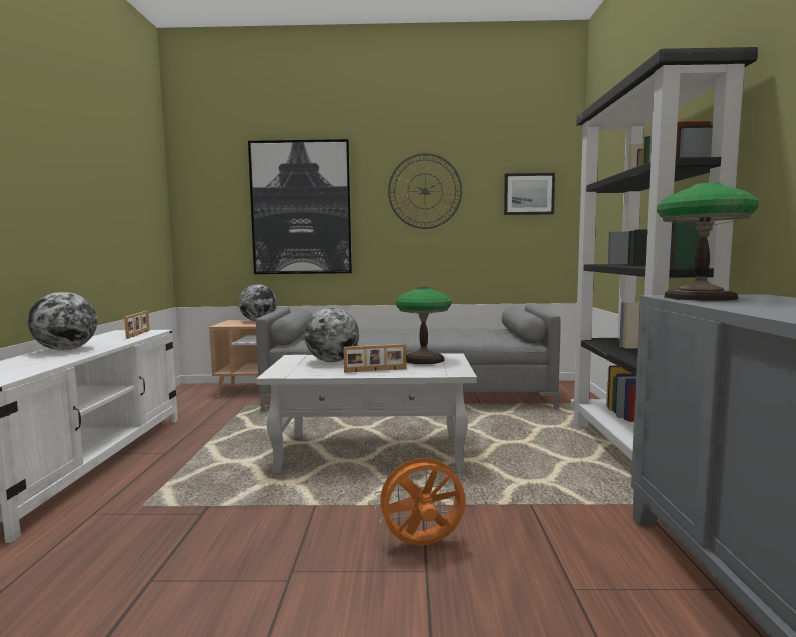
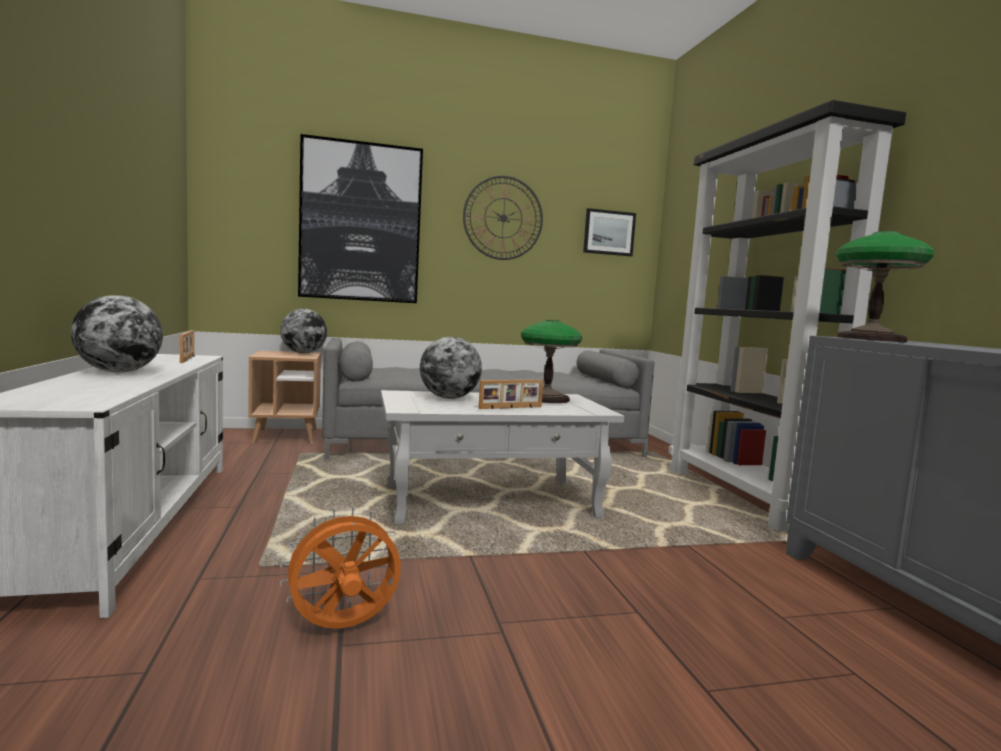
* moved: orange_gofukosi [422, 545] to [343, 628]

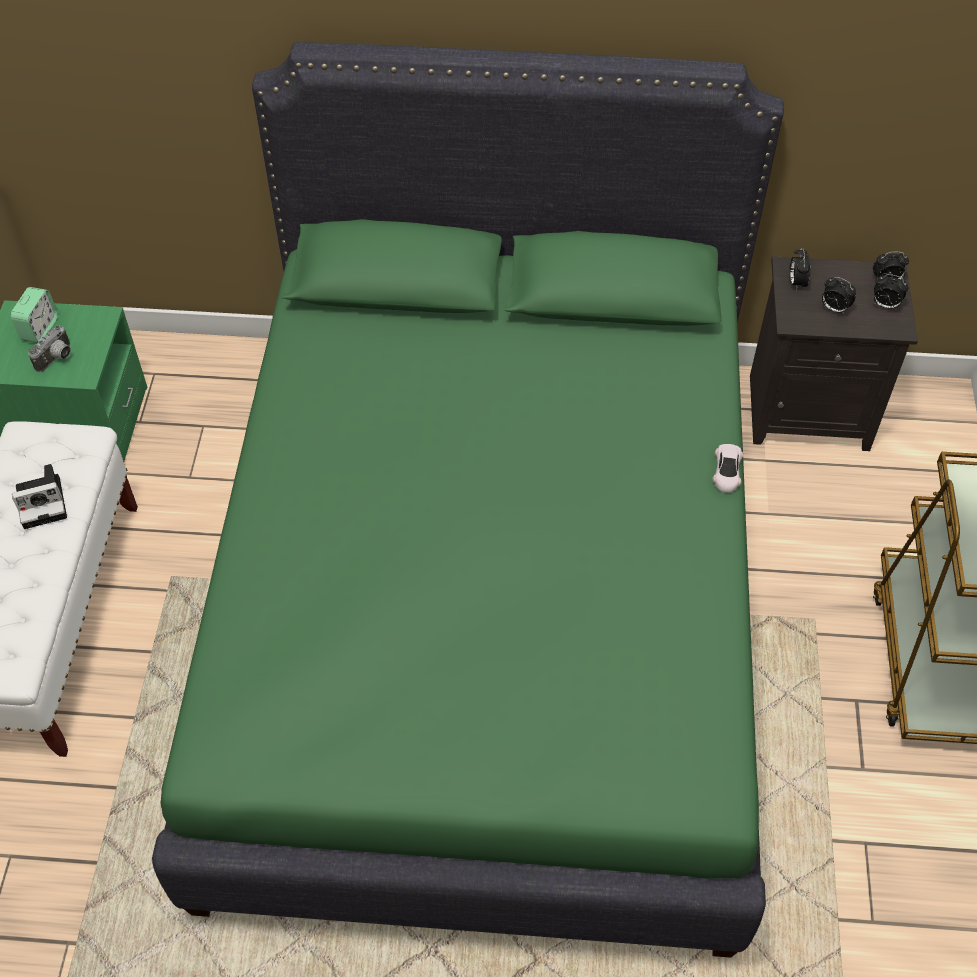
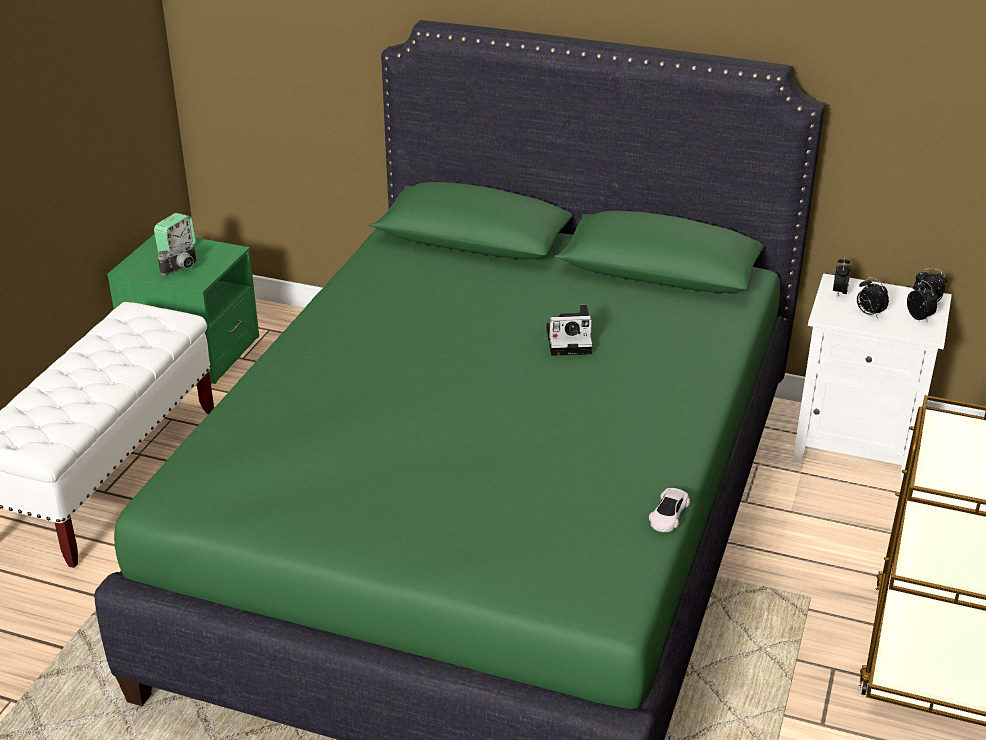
* moved: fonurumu [44, 501] to [571, 340]
* moved: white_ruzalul [727, 471] to [668, 514]
* recoloured: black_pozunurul [810, 410] to white_pozunurul [858, 444]
* turned: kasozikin [884, 305] = [919, 318] 150 degrees counterclockwise

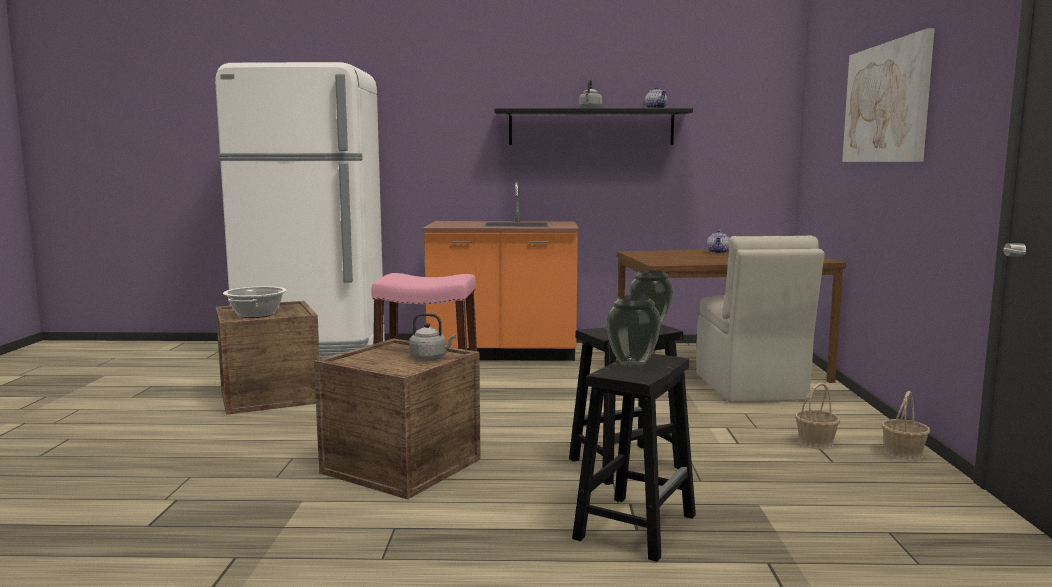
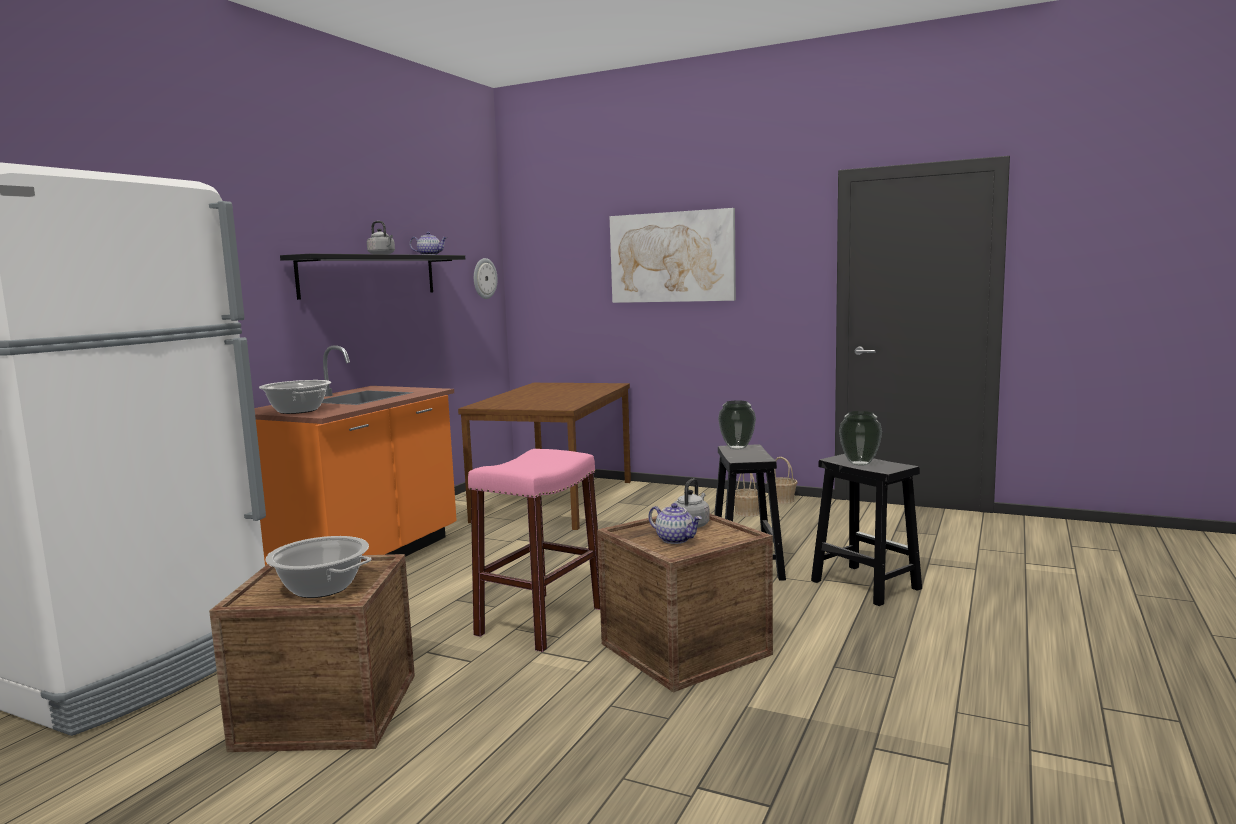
* removed: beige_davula [750, 388]
* moved: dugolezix [718, 252] to [675, 539]
* added: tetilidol [298, 410]
* added: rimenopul [484, 278]

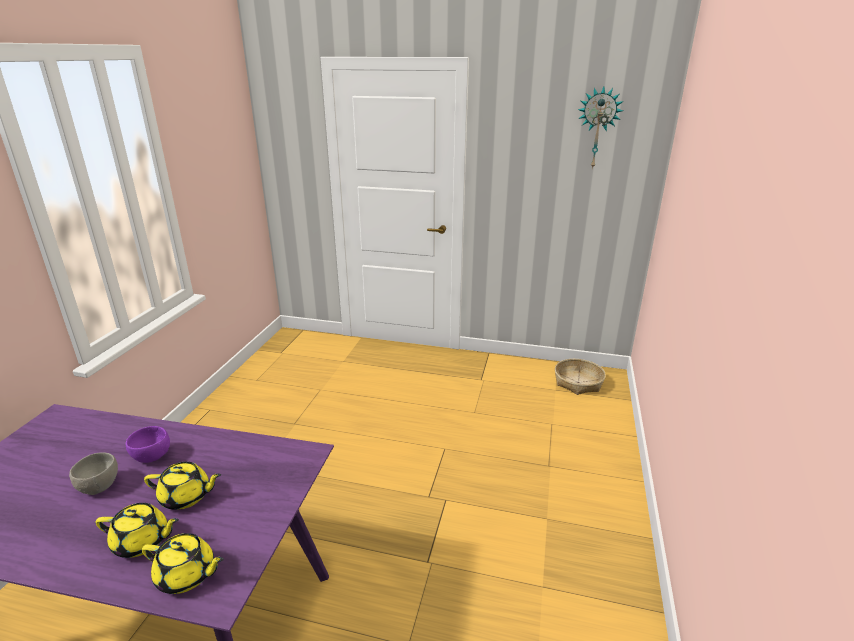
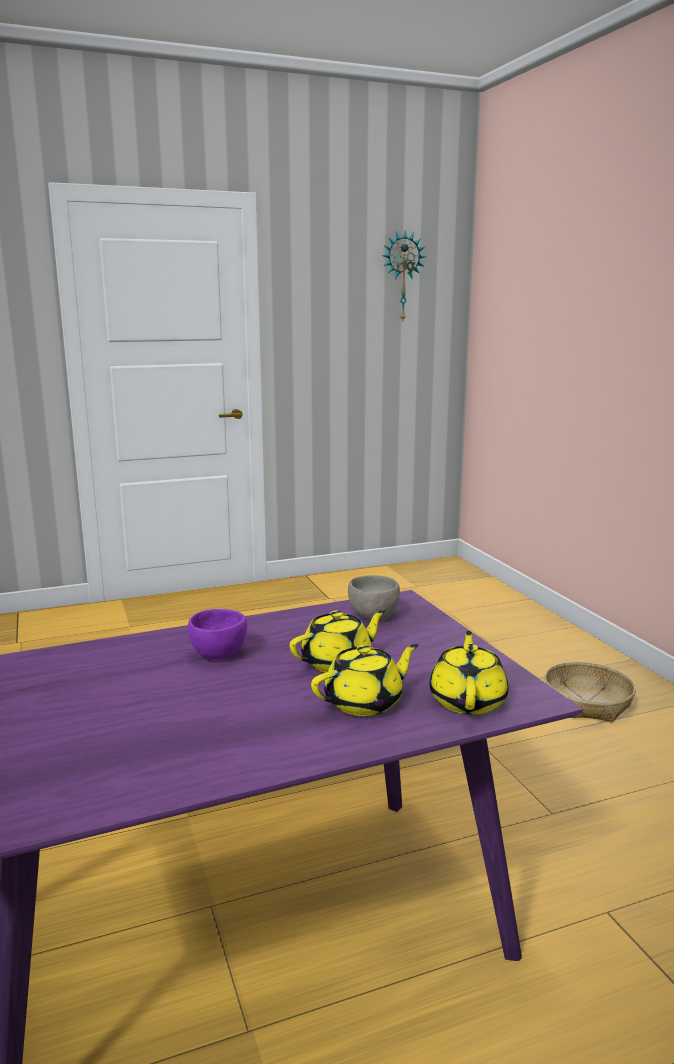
* moved: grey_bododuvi [98, 486] to [372, 616]
* turned: yellow_dugolezix [187, 575] = [468, 700] 60 degrees counterclockwise
* moved: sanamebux [578, 382] to [587, 703]

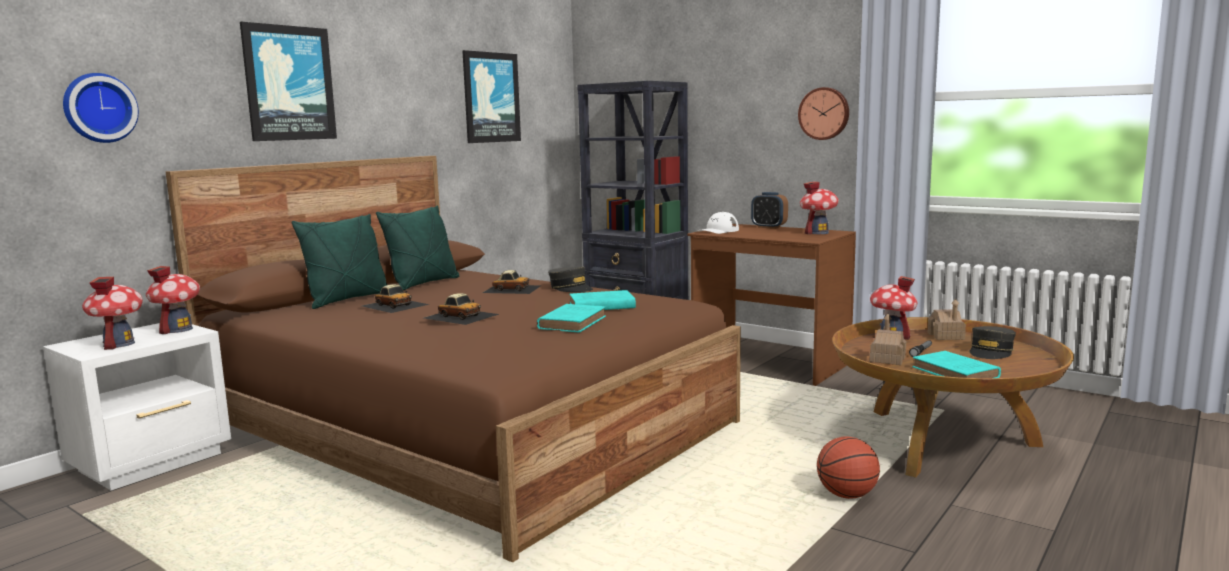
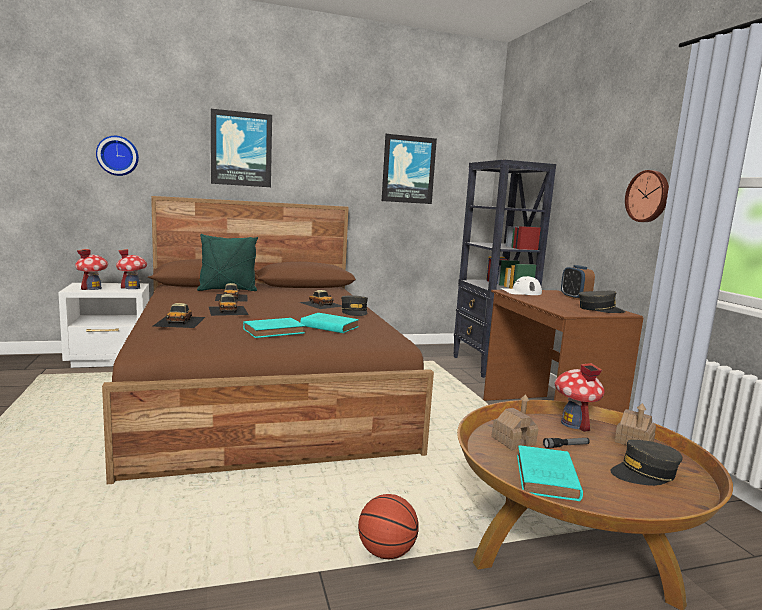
* removed: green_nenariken [423, 284]
* replaced: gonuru [818, 232] to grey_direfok [600, 309]
* added: ruzalul [180, 321]

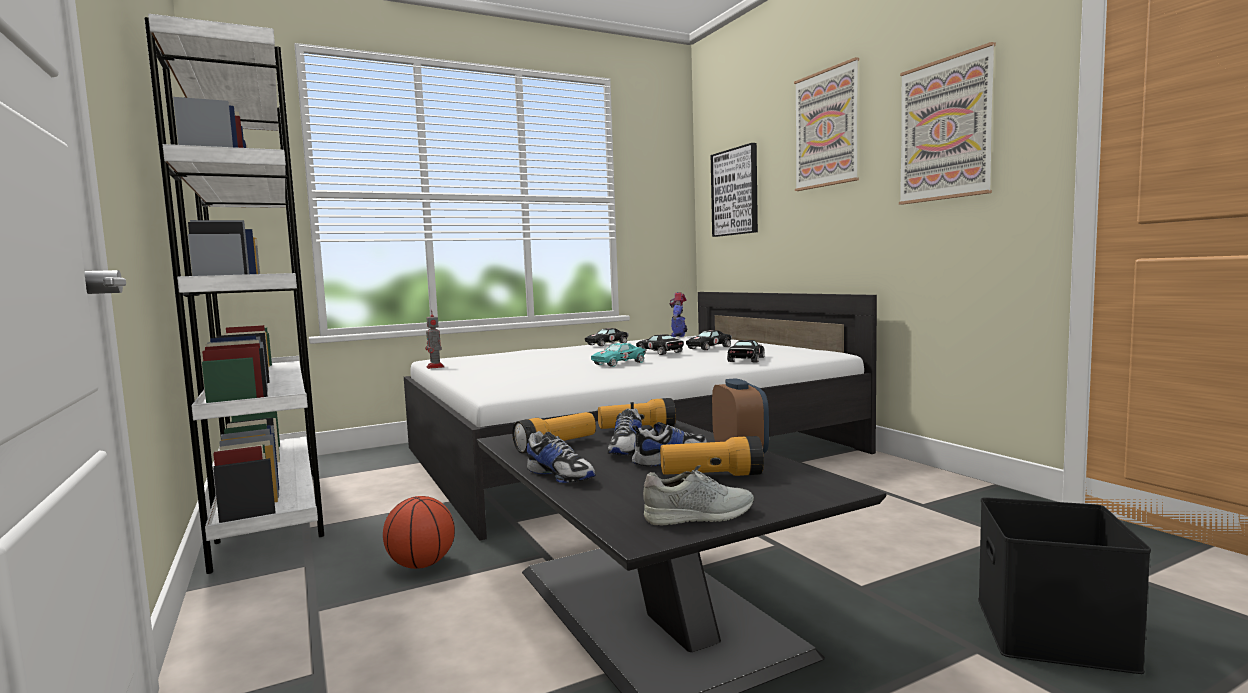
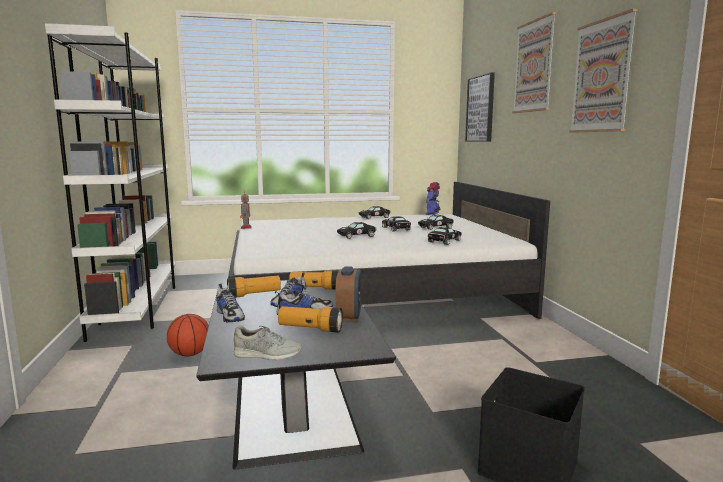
* recoloured: turquoise_ruzalul [620, 363] to black_ruzalul [358, 236]

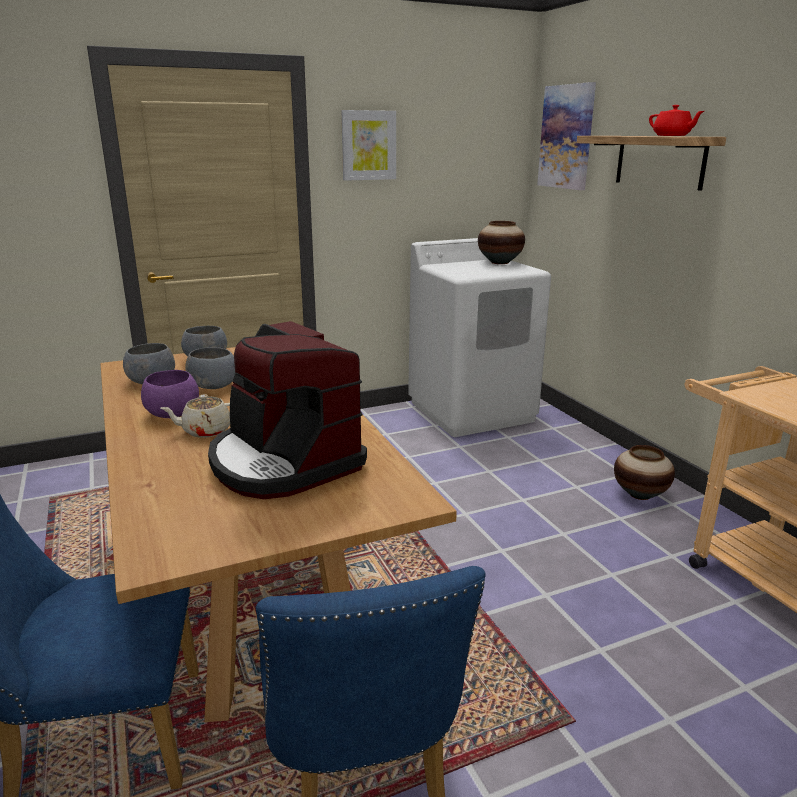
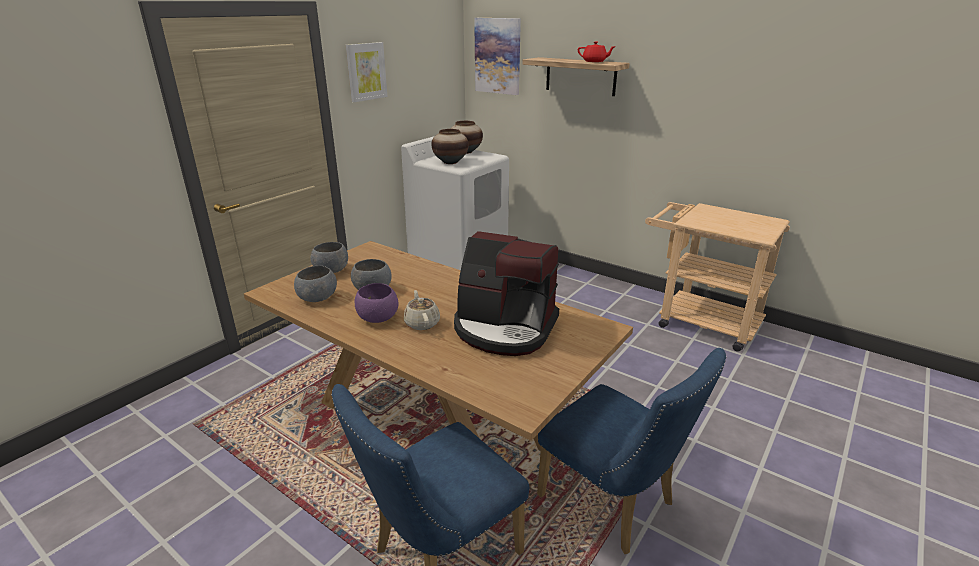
* turned: beige_dugolezix [205, 431] = [422, 323] 120 degrees clockwise
* moved: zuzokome [640, 494] to [450, 162]

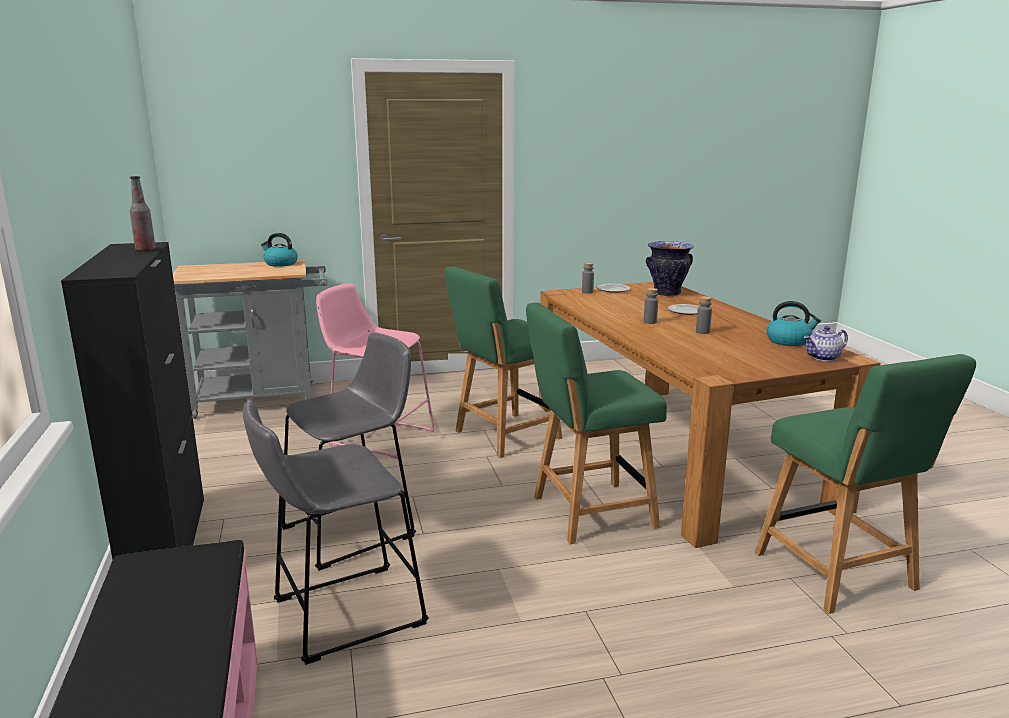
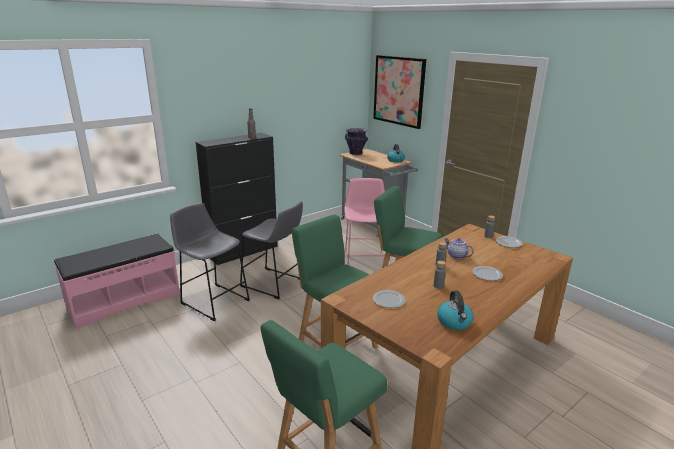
* moved: zuzokome [667, 293] to [355, 153]
* moved: dugolezix [823, 358] to [456, 256]
* added: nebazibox [398, 91]
* added: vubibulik [389, 300]

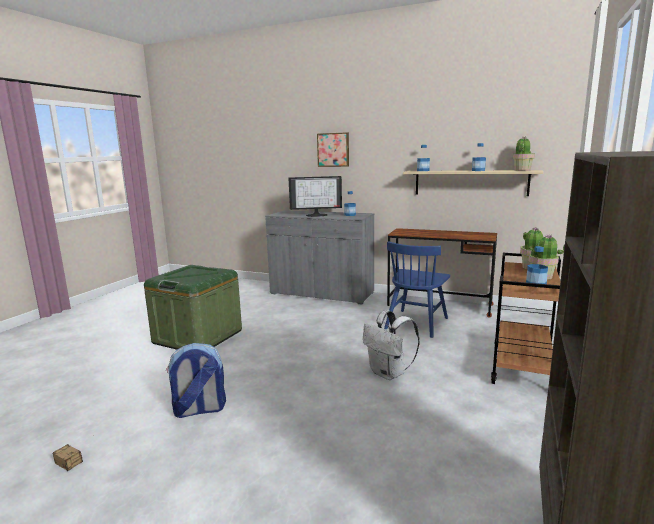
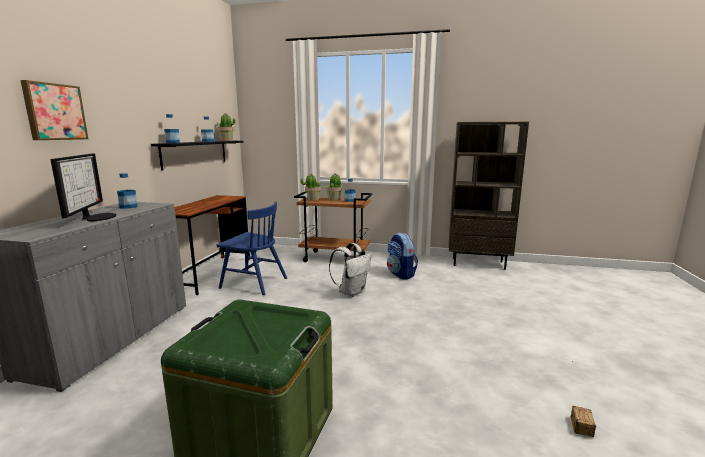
* moved: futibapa [199, 410] to [401, 274]
* recoloured: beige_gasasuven [470, 182] to black_gasasuven [195, 153]

